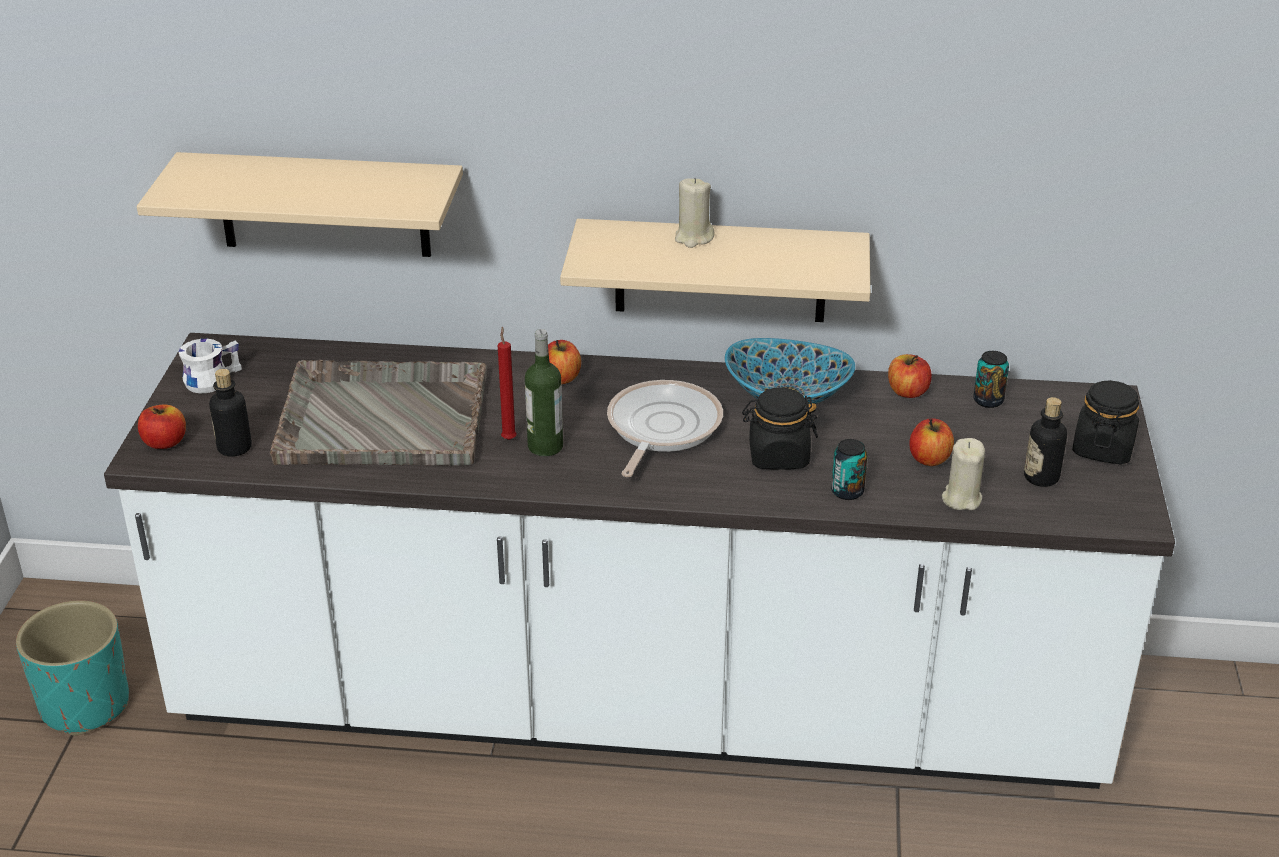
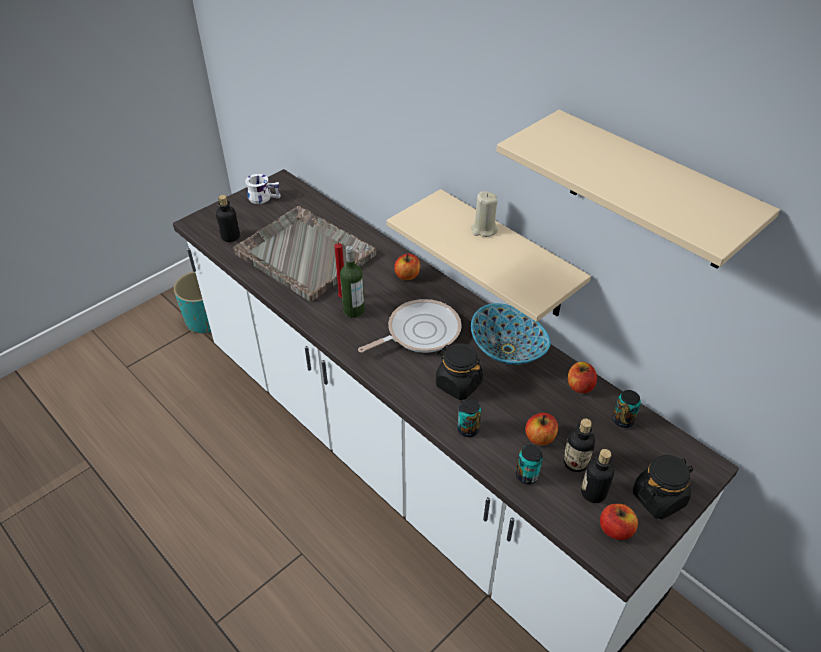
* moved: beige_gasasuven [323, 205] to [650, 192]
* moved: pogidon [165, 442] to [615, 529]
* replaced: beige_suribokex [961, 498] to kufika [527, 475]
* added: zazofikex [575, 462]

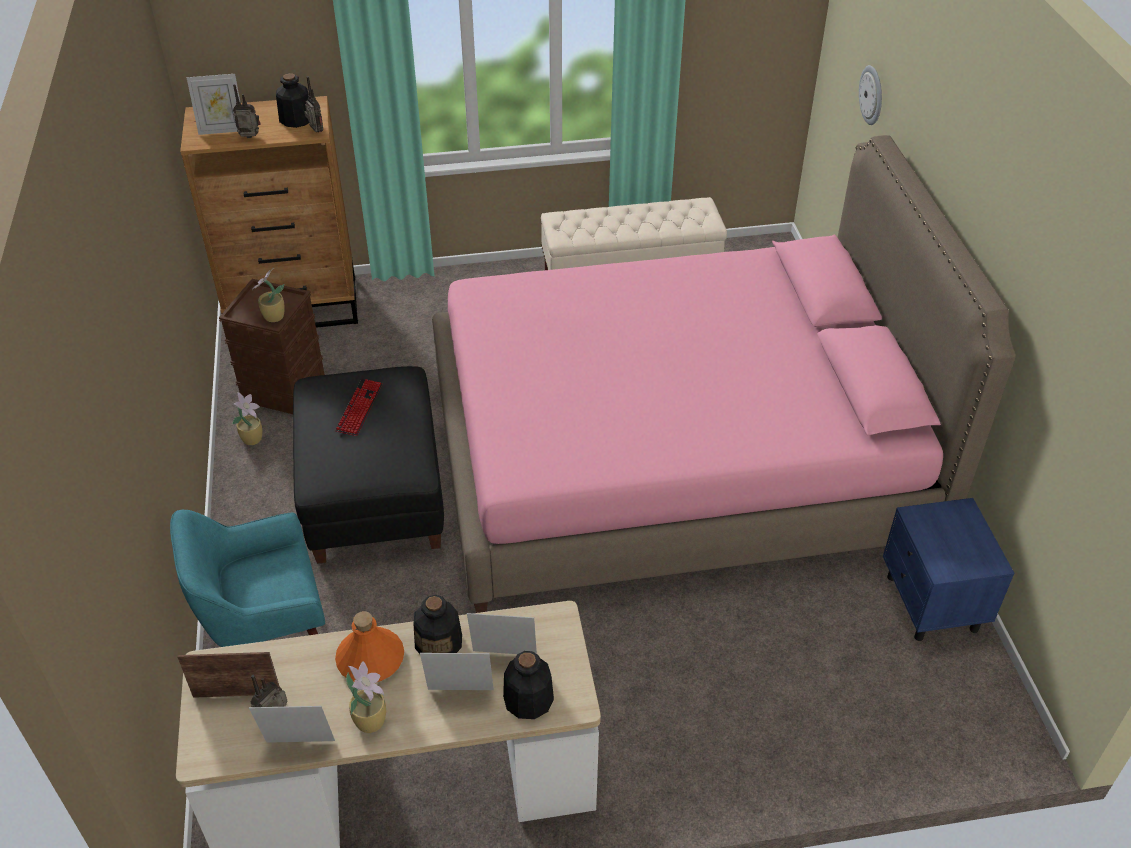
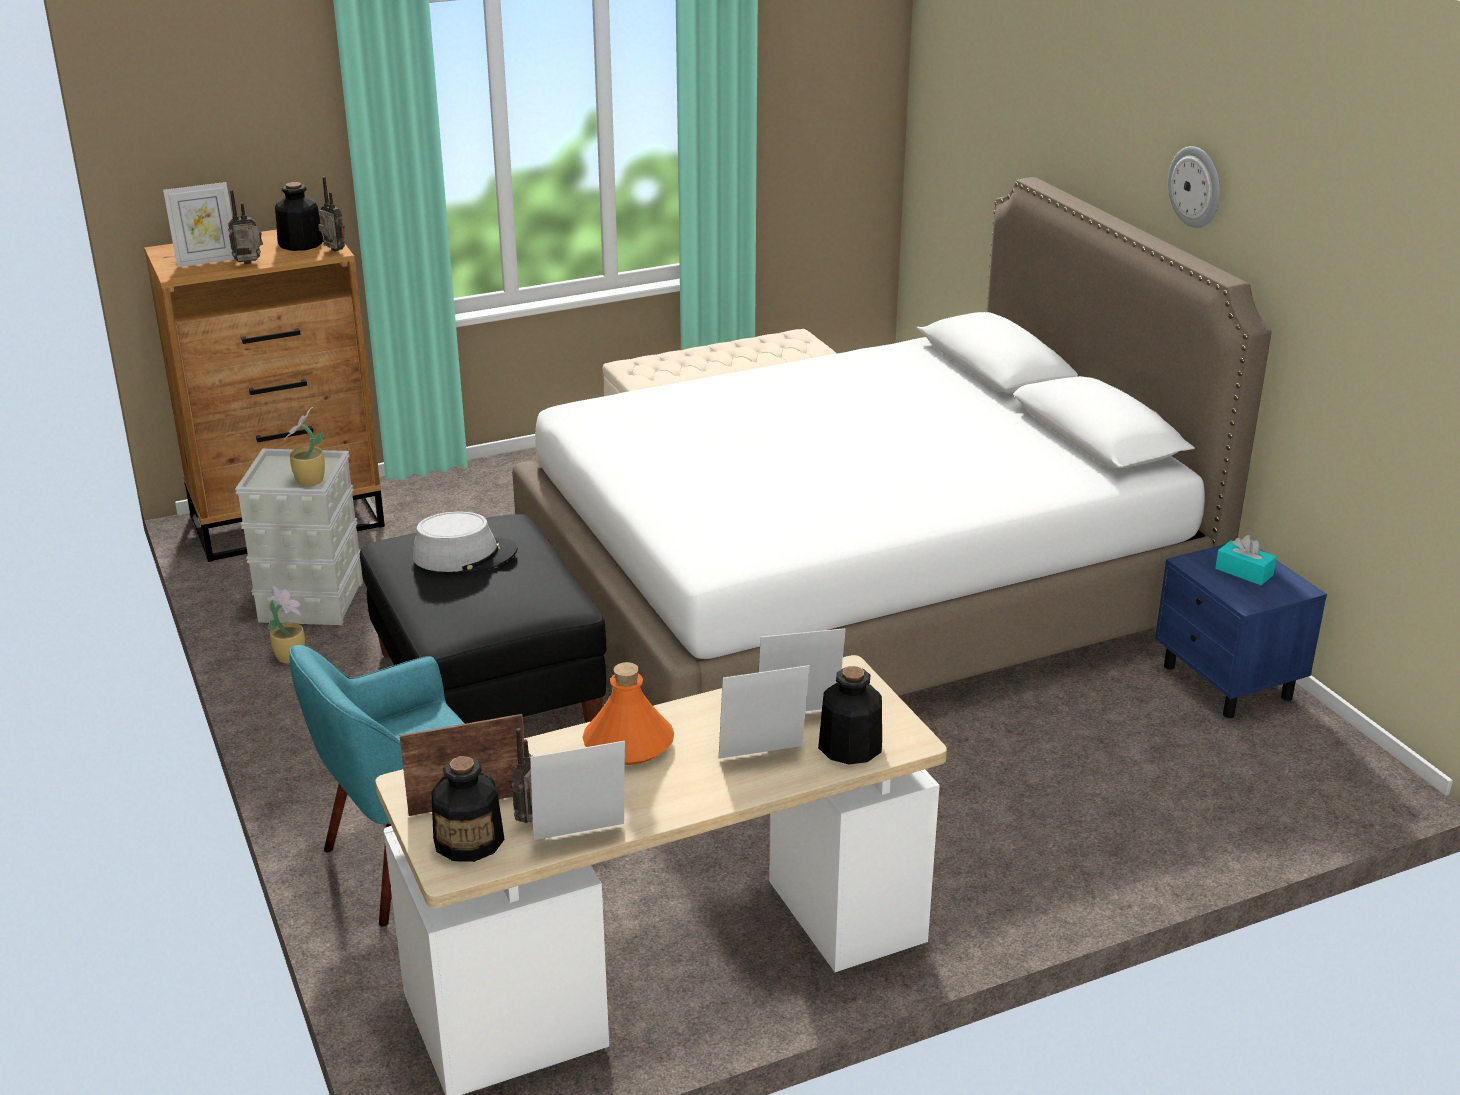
* recoloured: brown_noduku [283, 388] to grey_noduku [310, 601]
* replaced: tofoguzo [359, 408] to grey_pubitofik [465, 555]
* removed: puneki [371, 720]
* moved: zazofikex [439, 642] to [469, 840]
* recoloured: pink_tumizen [675, 460] to white_tumizen [858, 599]
* moved: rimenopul [872, 95] to [1196, 186]
* added: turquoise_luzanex [1244, 572]

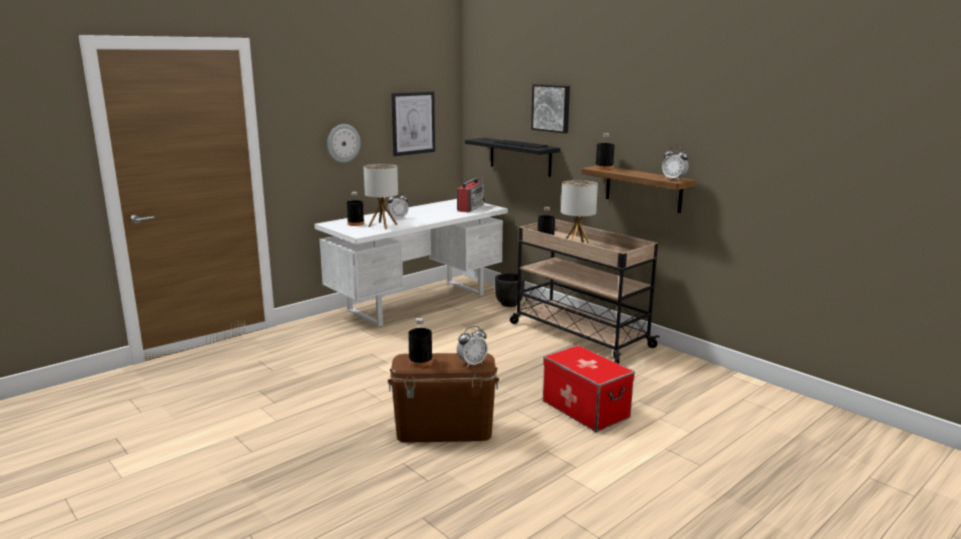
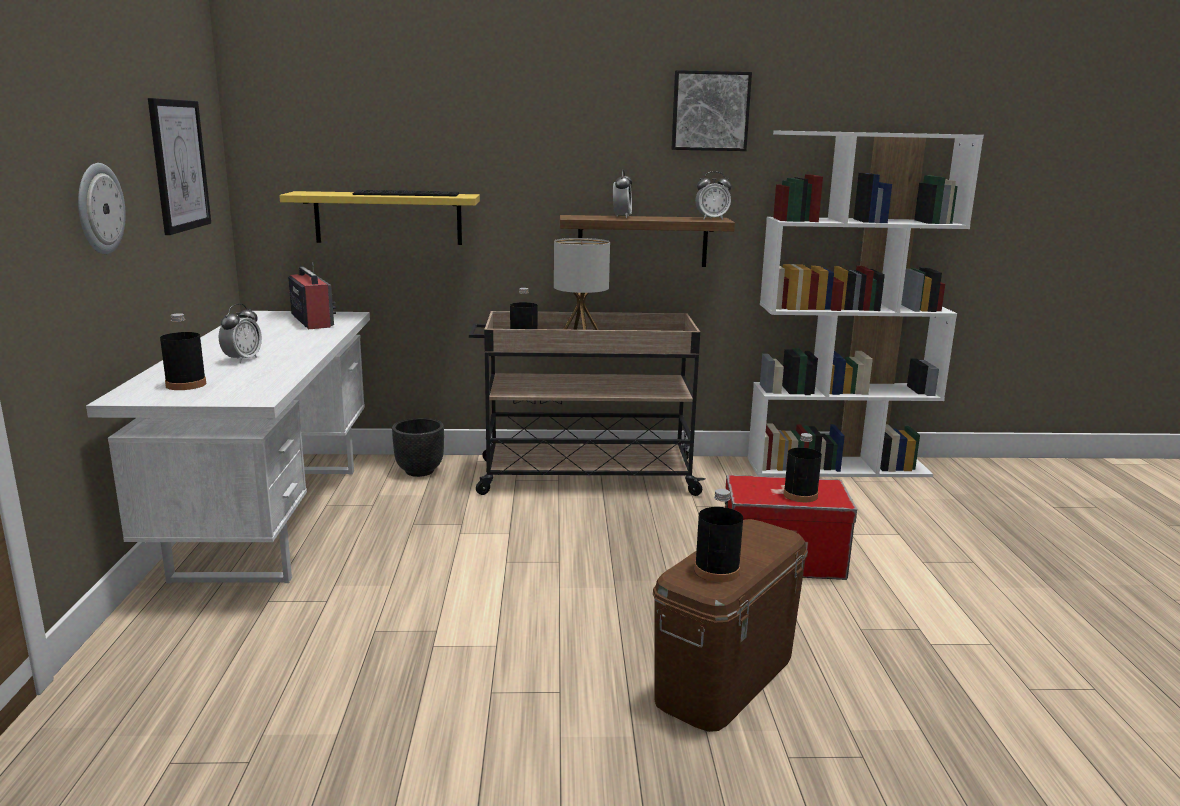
* removed: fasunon [383, 225]
* moved: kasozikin [472, 363] to [622, 217]
* recoloured: black_gasasuven [520, 156] to yellow_gasasuven [388, 218]
* moved: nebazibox [551, 108] to [710, 111]
* moved: black_zazofikex [604, 168] to [800, 495]
* added: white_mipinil [838, 467]

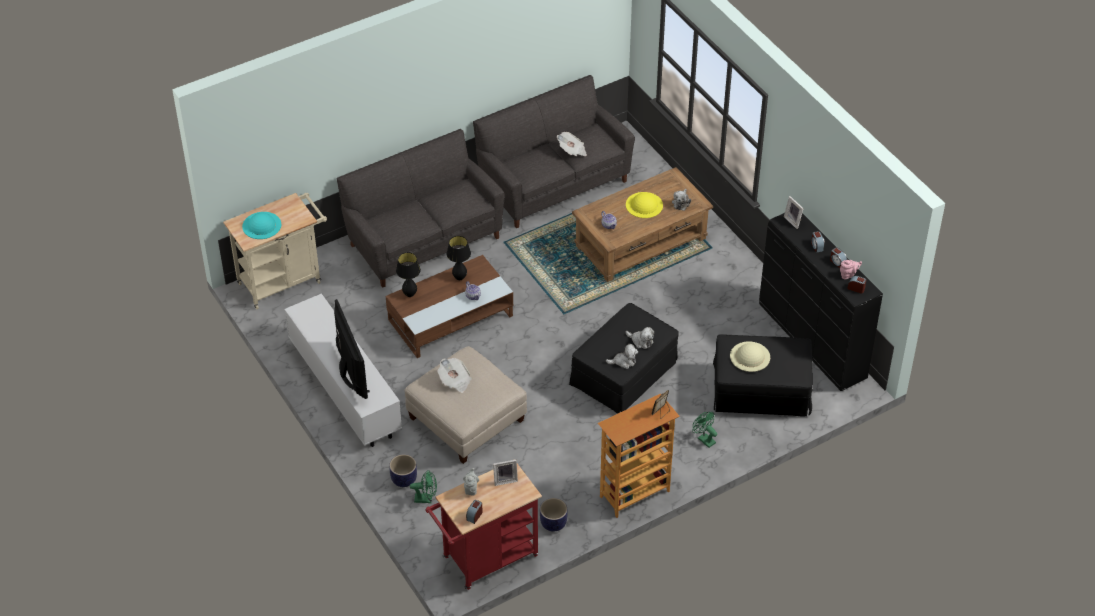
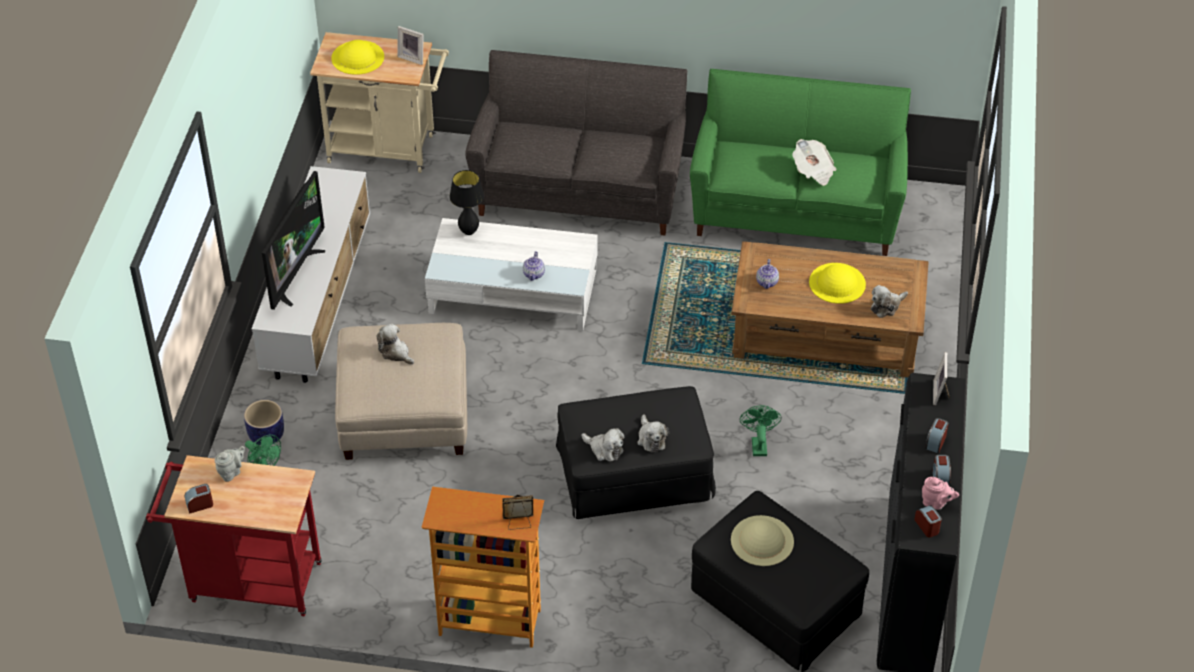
* recoloured: turquoise_pubitofik [261, 225] to yellow_pubitofik [357, 57]
* recoloured: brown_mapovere [450, 318] to white_mapovere [513, 291]
* replaced: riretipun [455, 381] to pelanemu [395, 352]
* removed: black_fasunon [459, 278]
* recoloured: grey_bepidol [553, 183] to green_bepidol [796, 209]
* moved: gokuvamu [505, 480] to [412, 57]
* removed: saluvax [553, 524]
* moved: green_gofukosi [704, 439] to [758, 444]

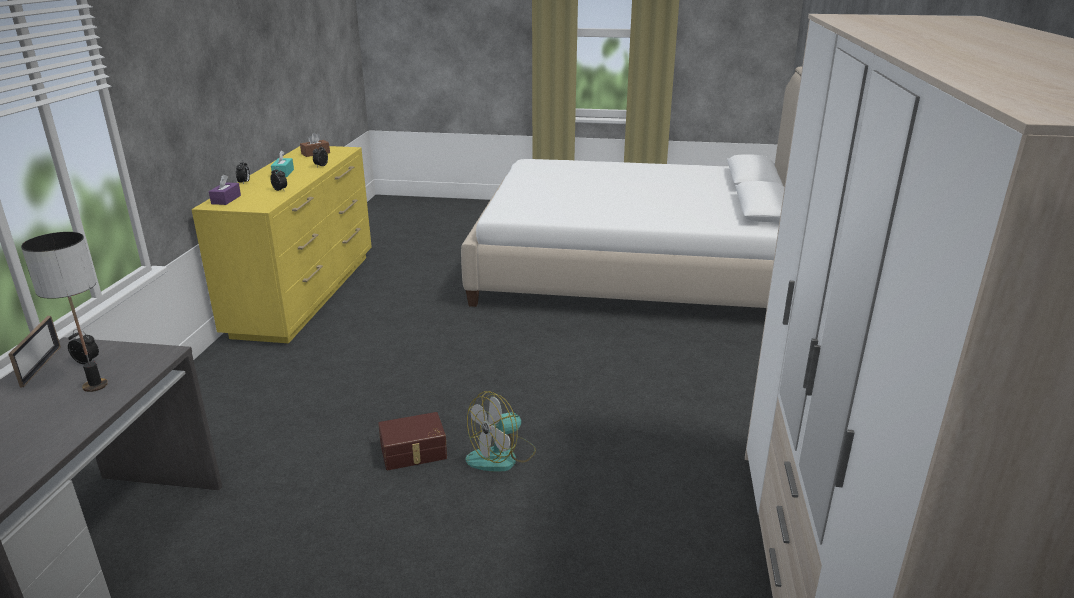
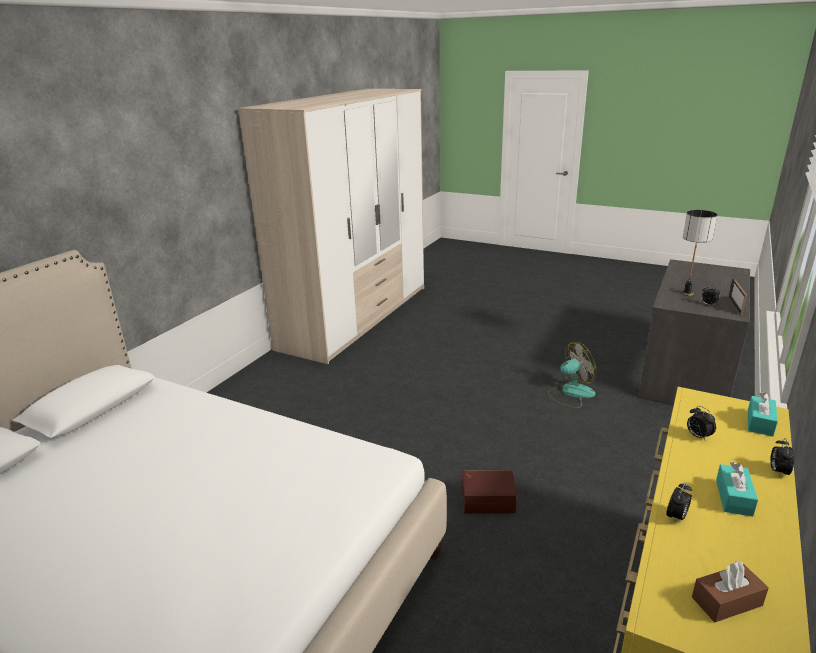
* recoloured: purple_luzanex [226, 199] to turquoise_luzanex [760, 423]
* moved: brown_noduku [414, 452] to [487, 499]
* moved: gofukosi [502, 456] to [570, 393]

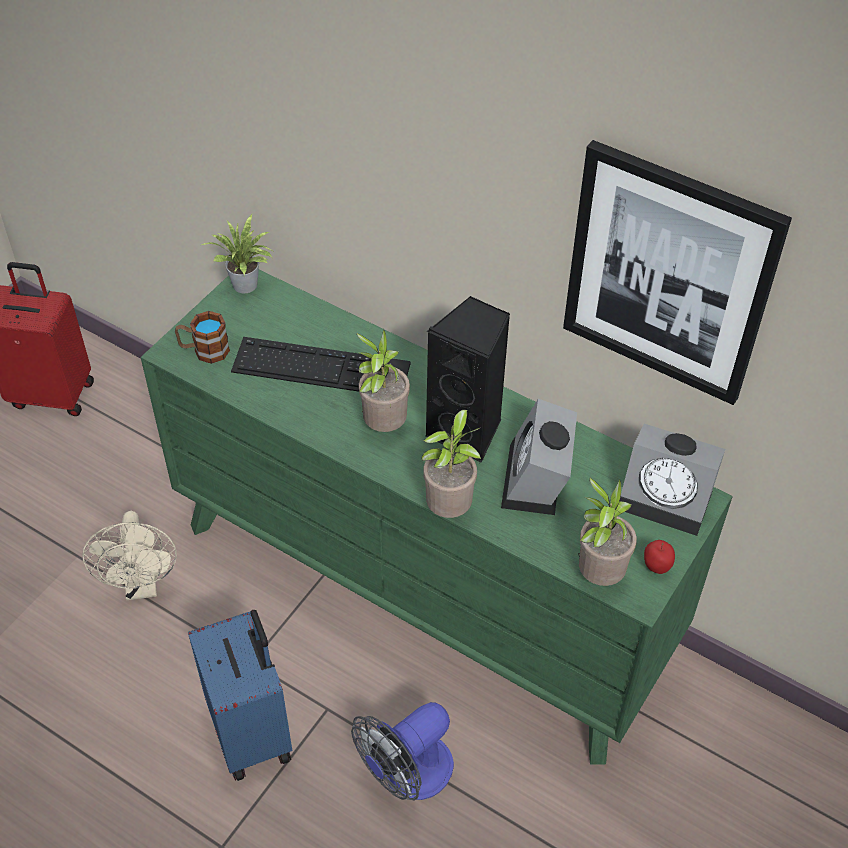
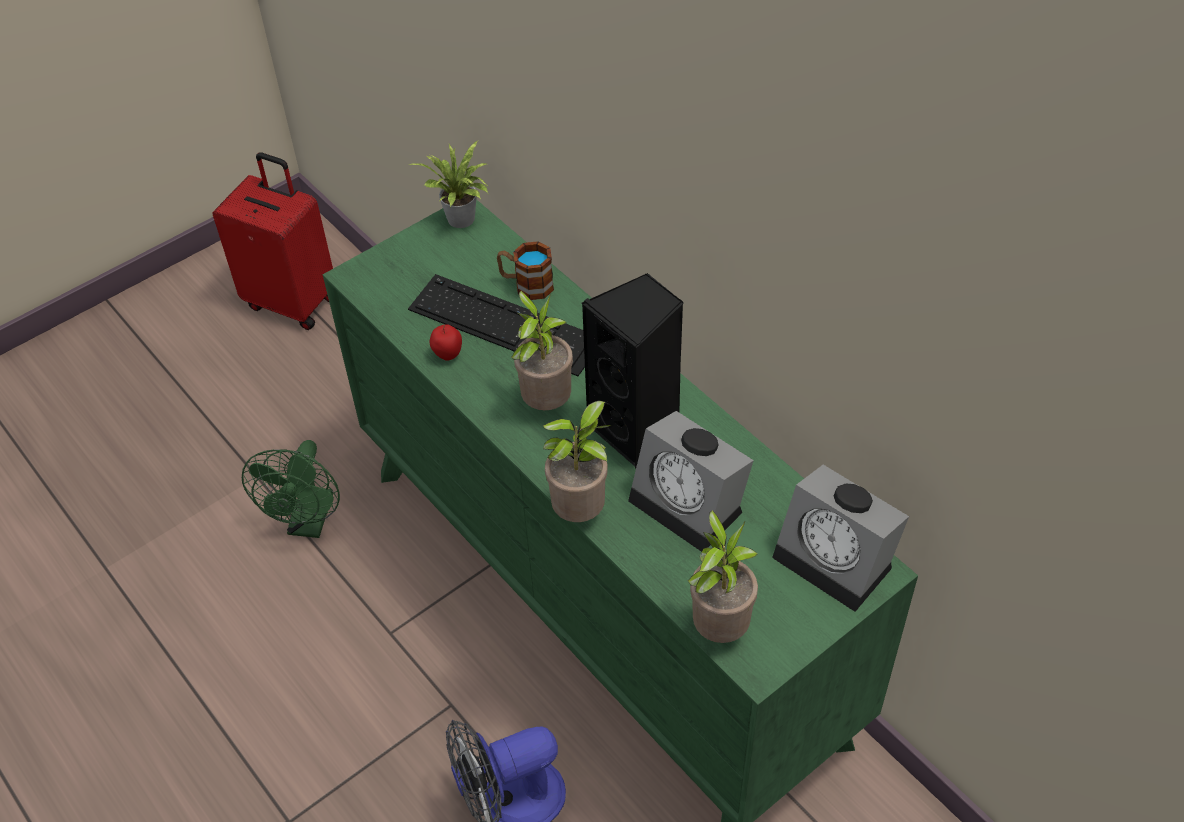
* recoloured: beige_gofukosi [142, 585] to green_gofukosi [309, 523]
* moved: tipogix [204, 350] to [526, 284]
* removed: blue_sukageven [253, 732]
* turned: kasozikin [536, 482] = [691, 505] 75 degrees counterclockwise
* removed: nebazibox [668, 274]
* moved: pogidon [656, 567] to [448, 355]

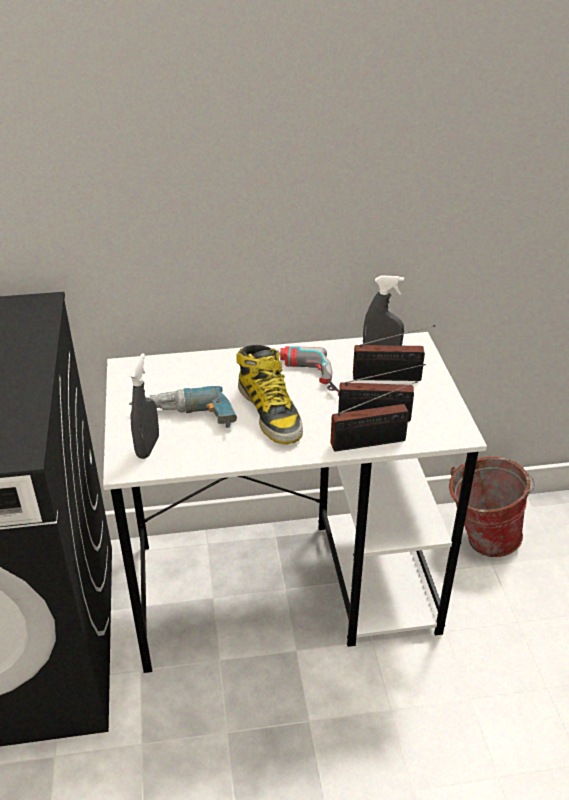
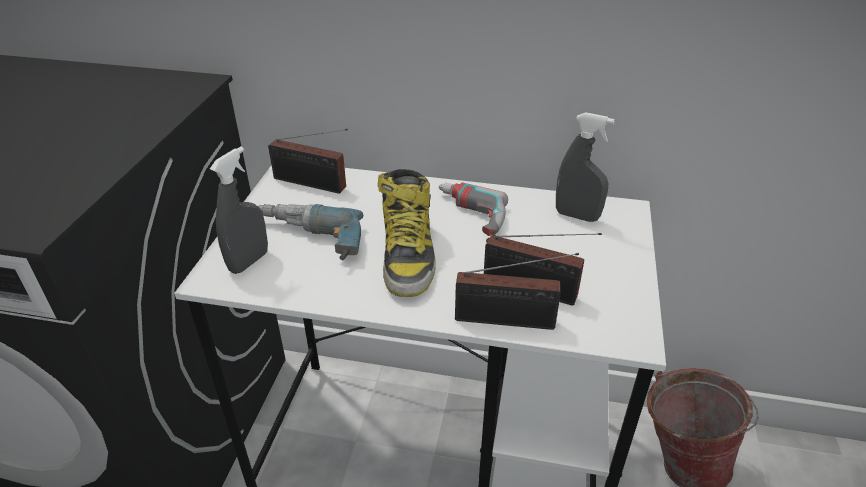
* moved: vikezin [390, 377] to [313, 184]

